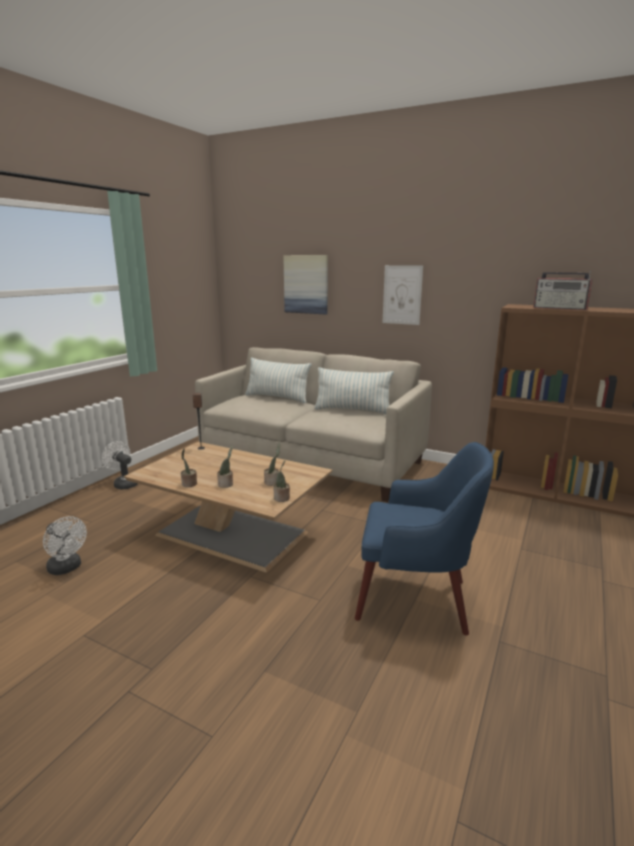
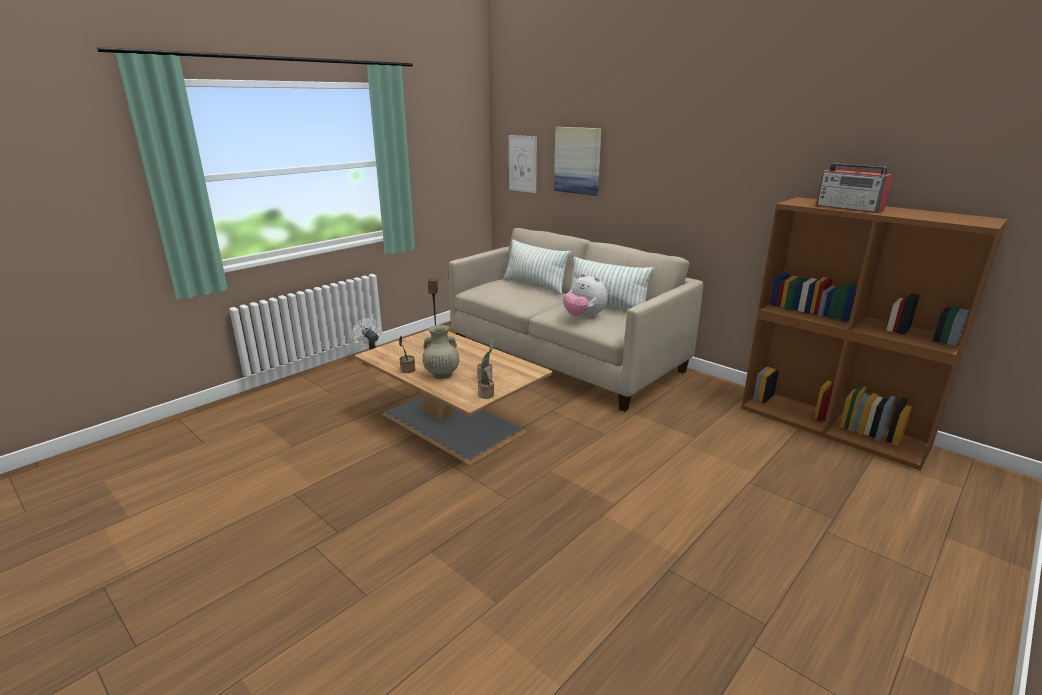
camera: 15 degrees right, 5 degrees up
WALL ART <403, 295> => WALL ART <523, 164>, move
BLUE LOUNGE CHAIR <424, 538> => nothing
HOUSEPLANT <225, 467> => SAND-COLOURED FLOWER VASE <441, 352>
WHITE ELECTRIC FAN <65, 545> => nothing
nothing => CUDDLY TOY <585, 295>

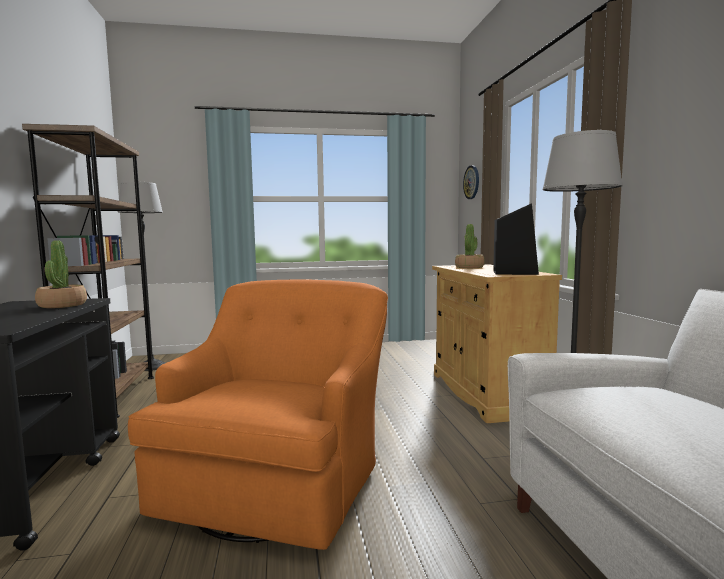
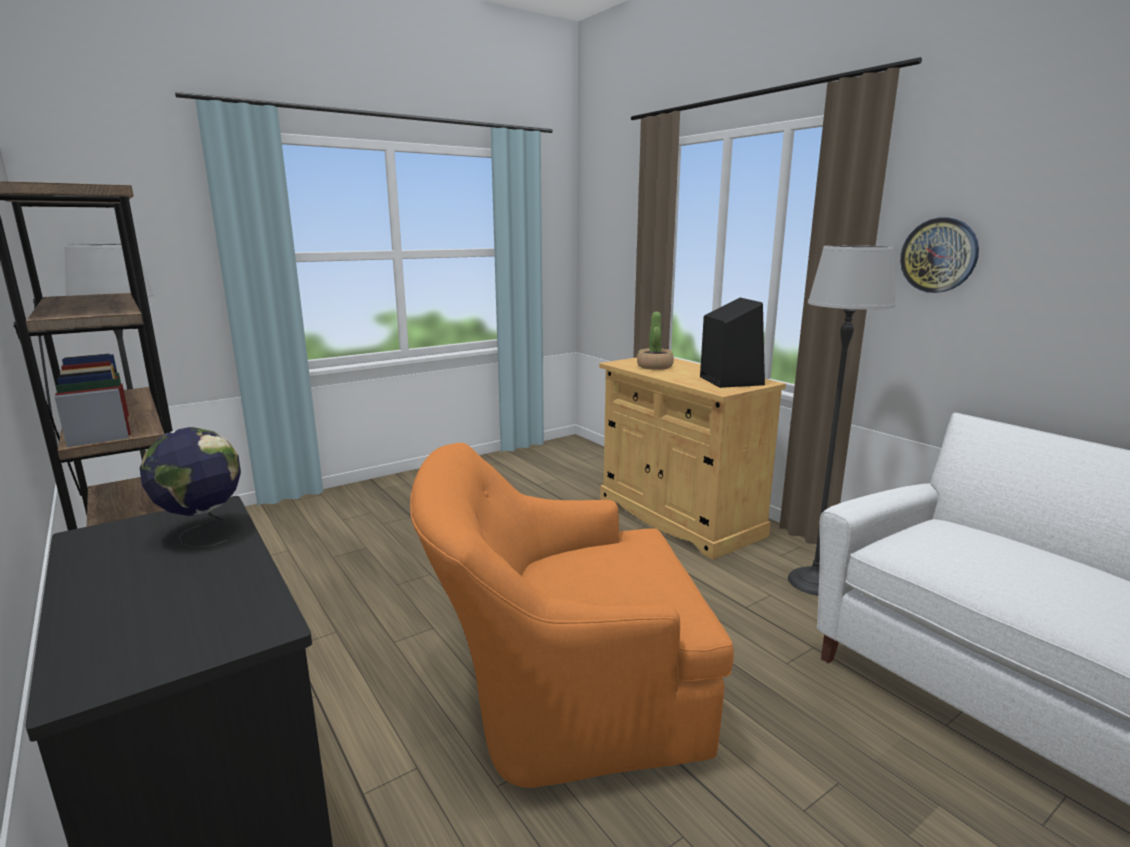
camera: 25 degrees left, 10 degrees up
HANGING CLOCK <471, 182> => HANGING CLOCK <939, 255>, move
HOUSEPLANT <61, 274> => WORLD GLOBE <190, 487>
ORANGE-COLOURED LOUNGE CHAIR <258, 415> => ORANGE-COLOURED LOUNGE CHAIR <572, 615>, 90 degrees counterclockwise

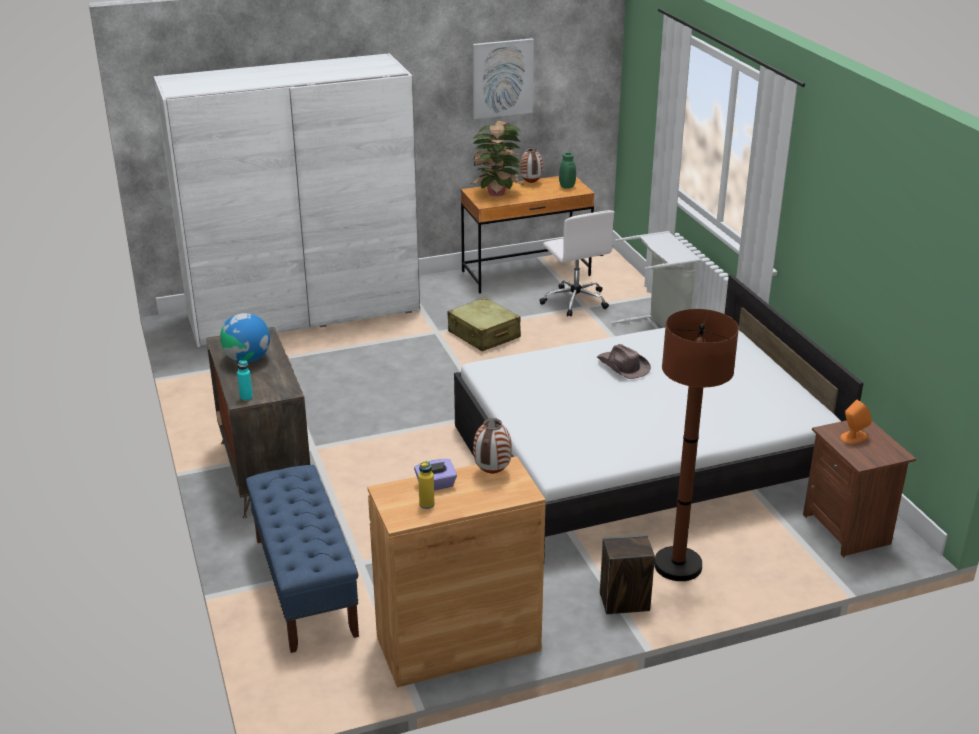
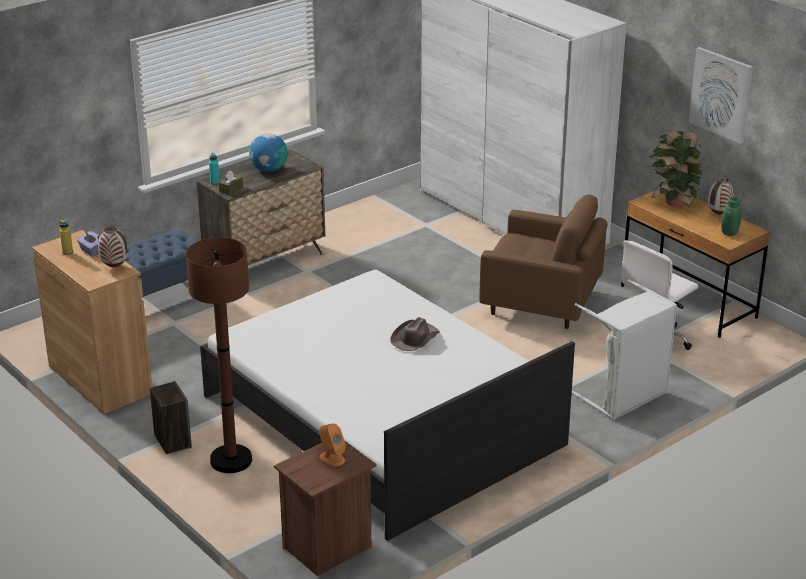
camera: 70 degrees right, 0 degrees up
SAND-COLOURED SUITCASE <484, 324> => BROWN LOUNGE CHAIR <543, 262>
nothing => BROWN TISSUE BOX <231, 182>

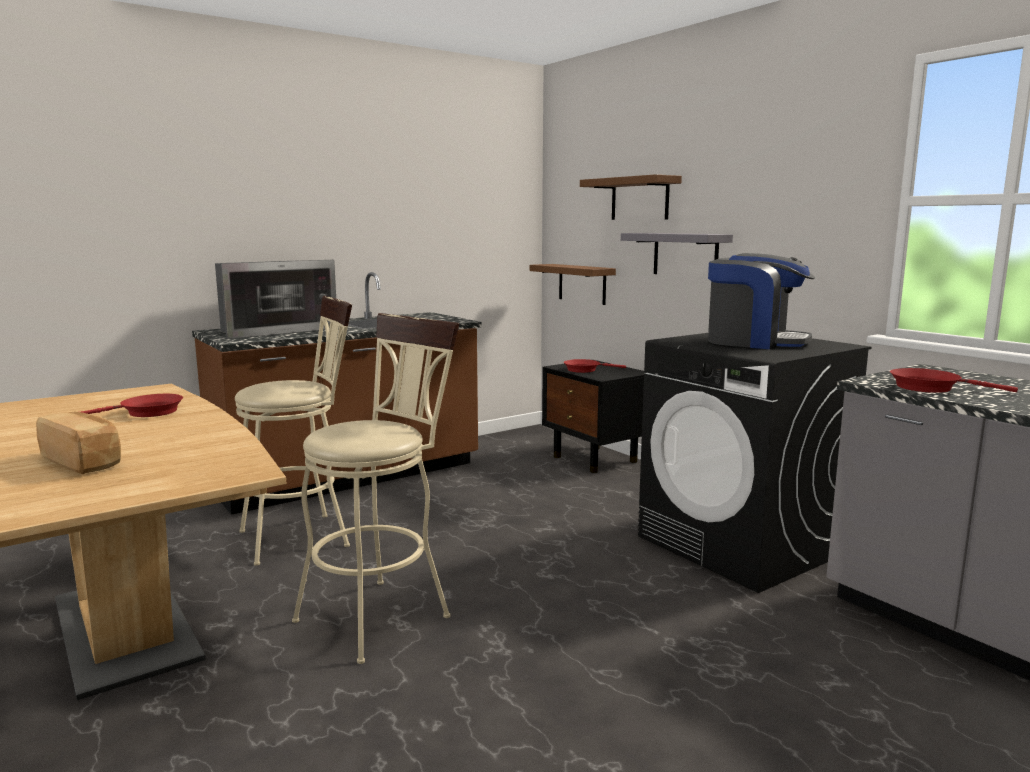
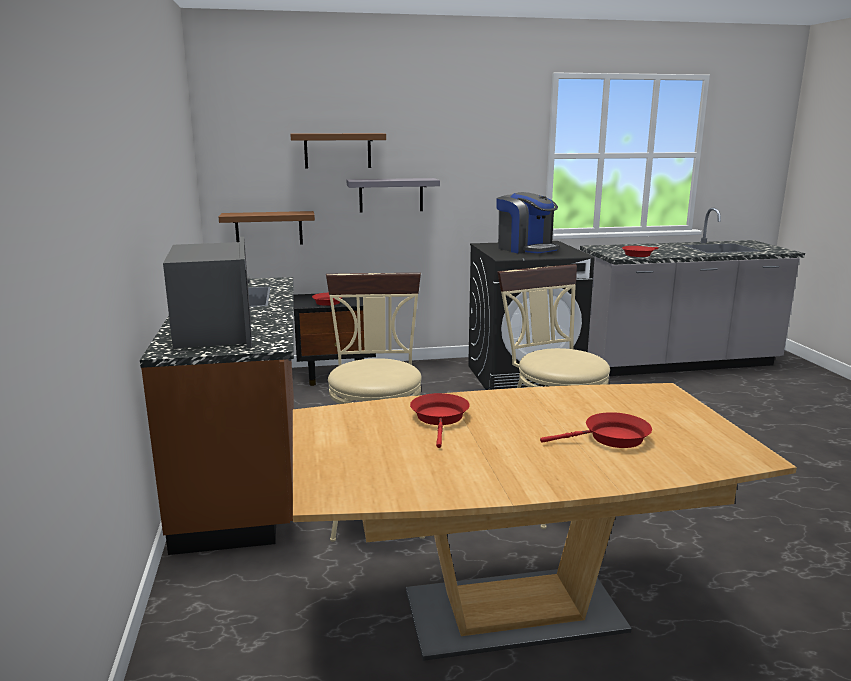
camera: 65 degrees left, 5 degrees up
COFFEE MAKER <761, 301> => COFFEE MAKER <528, 223>, 90 degrees clockwise
BAKED BREAD <78, 443> => RED SKILLET <596, 430>

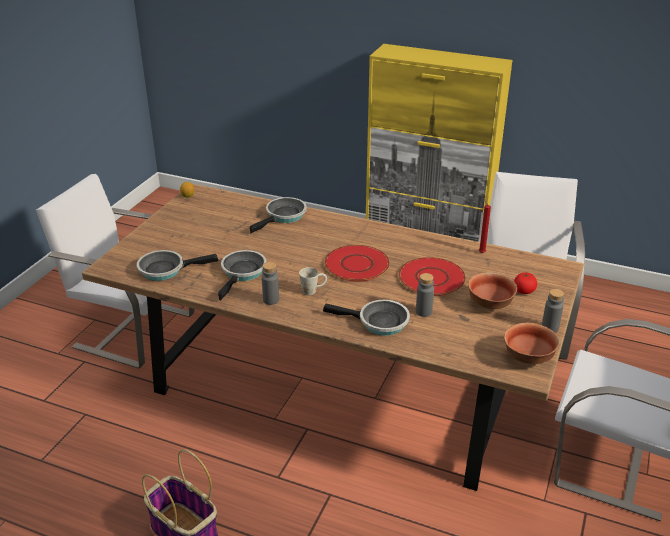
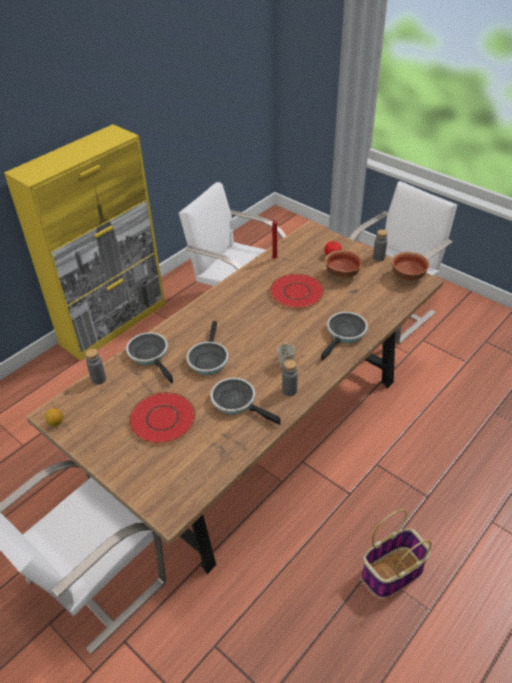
camera: 70 degrees left, 10 degrees up
RED PLATE <357, 263> => RED PLATE <162, 418>, move
SKILLET <178, 265> => SKILLET <207, 348>, move
GREYISH BEVERAGE BOTTLE <425, 295> => GREYISH BEVERAGE BOTTLE <95, 367>, move

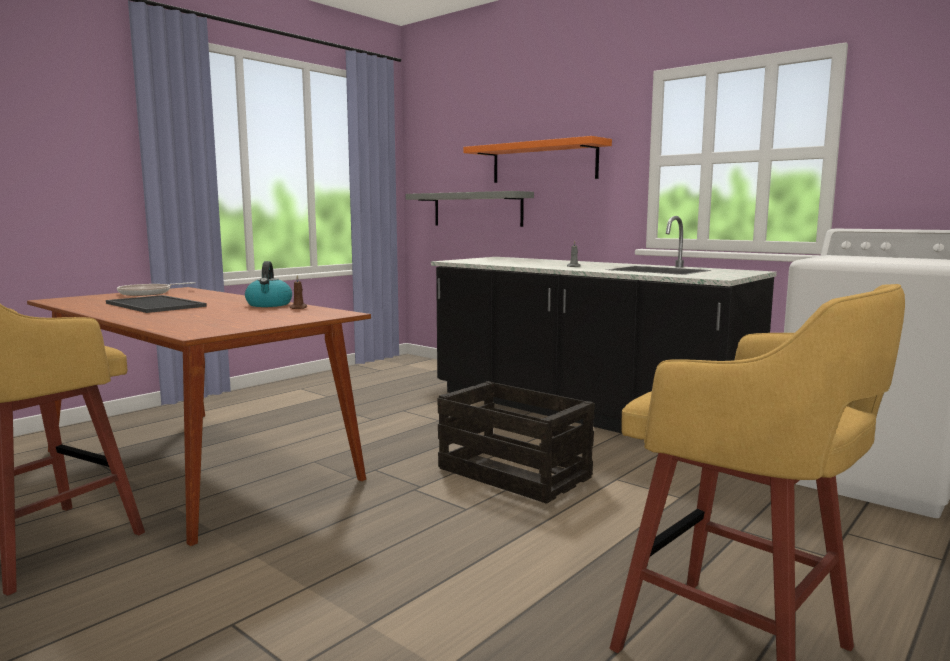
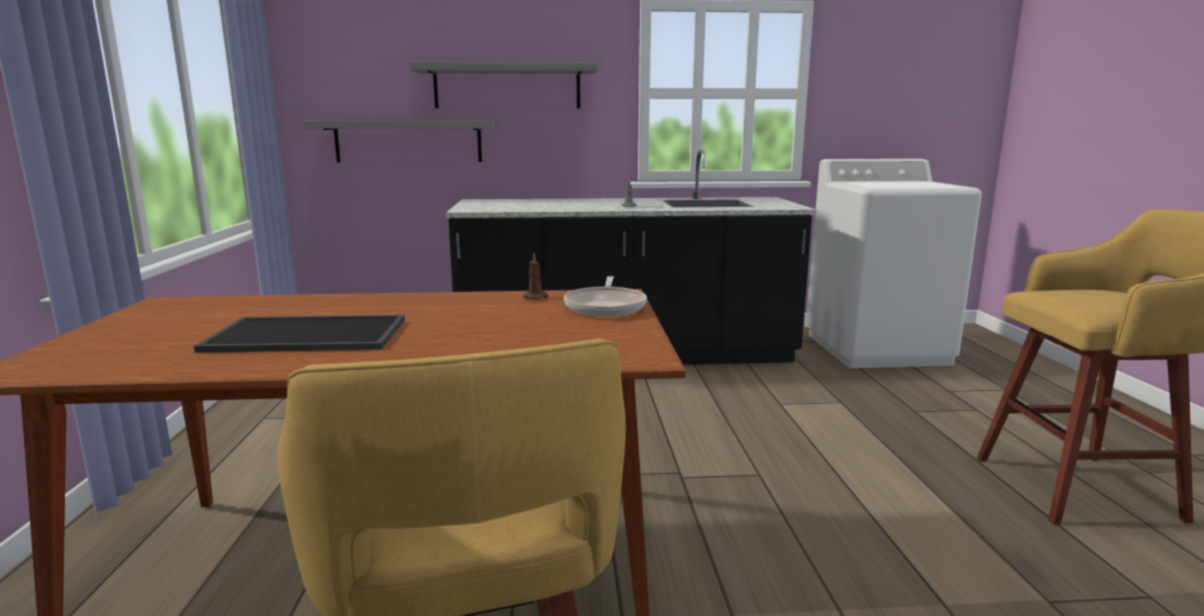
camera: 45 degrees left, 5 degrees up
ORANGE-COLOURED SHELF <537, 159> => GREYISH SHELF <503, 85>
KETTLE <268, 284> => nothing
SKILLET <156, 289> => SKILLET <605, 296>, move
SHIPPING CRATE <516, 442> => nothing

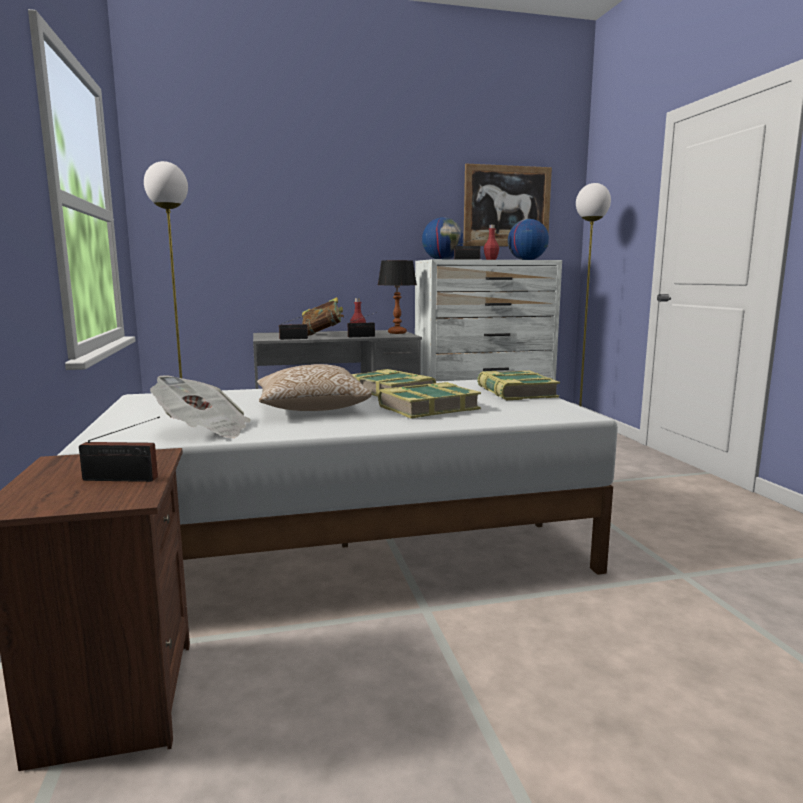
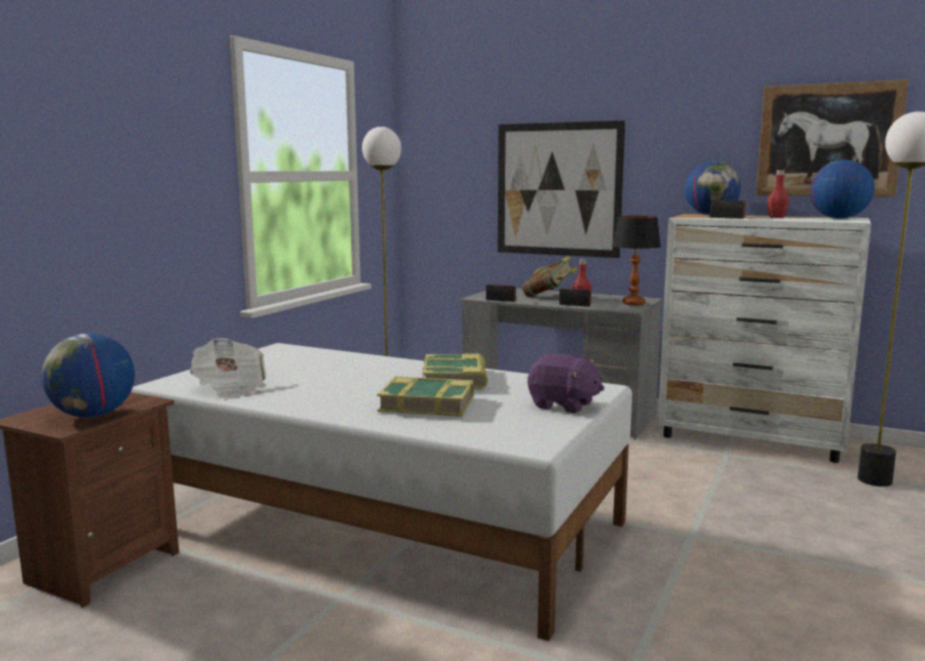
camera: 40 degrees right, 0 degrees up
THROW PILLOW <314, 387> => nothing
BOOK <518, 386> => PURPLE CUDDLY TOY <566, 383>
RADIO SET <119, 449> => WORLD GLOBE <88, 375>
nothing => WALL ART <561, 189>

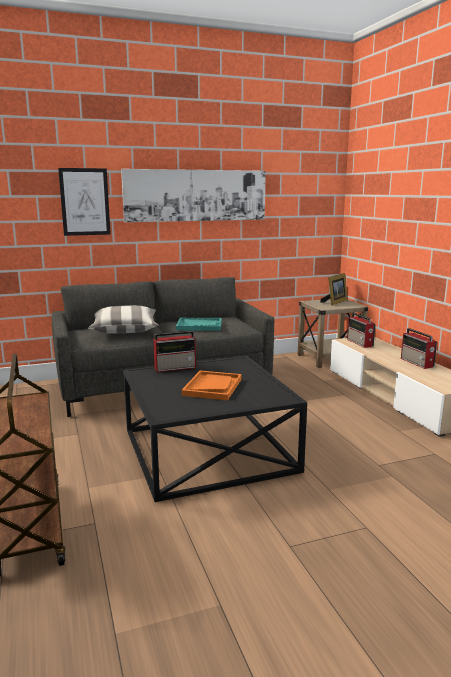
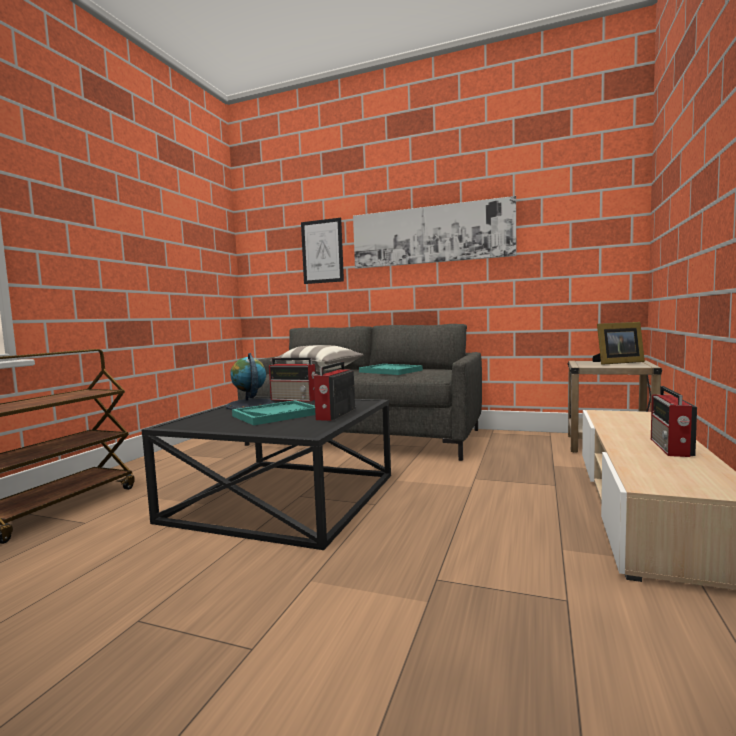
camera: 40 degrees right, 10 degrees down
RADIO SET <361, 330> => RADIO SET <334, 391>, move
ORANGE-COLOURED CARRYING TRAY <212, 385> => TURQUOISE CARRYING TRAY <273, 413>
nothing => WORLD GLOBE <250, 381>

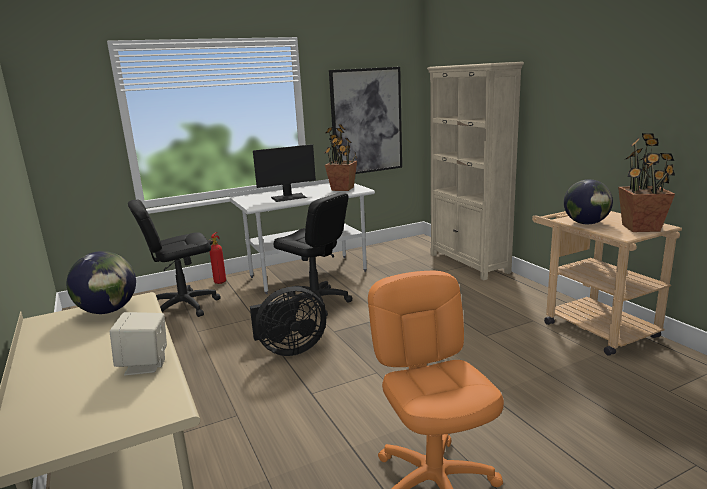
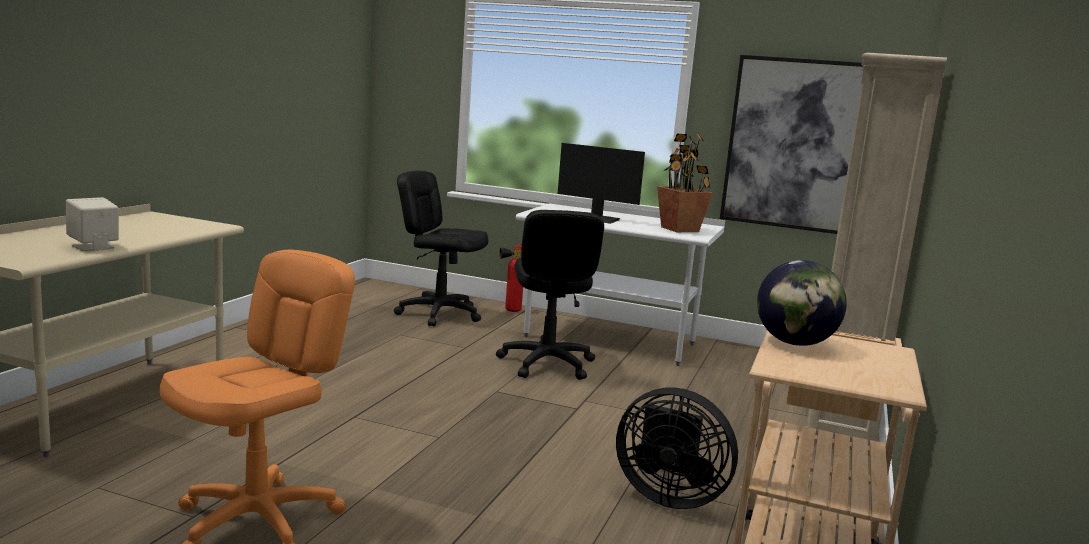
camera: 45 degrees right, 5 degrees down
HOUSEPLANT <646, 182> => nothing
WORLD GLOBE <101, 282> => nothing
BLACK ELECTRIC FAN <288, 321> => BLACK ELECTRIC FAN <677, 448>, move

